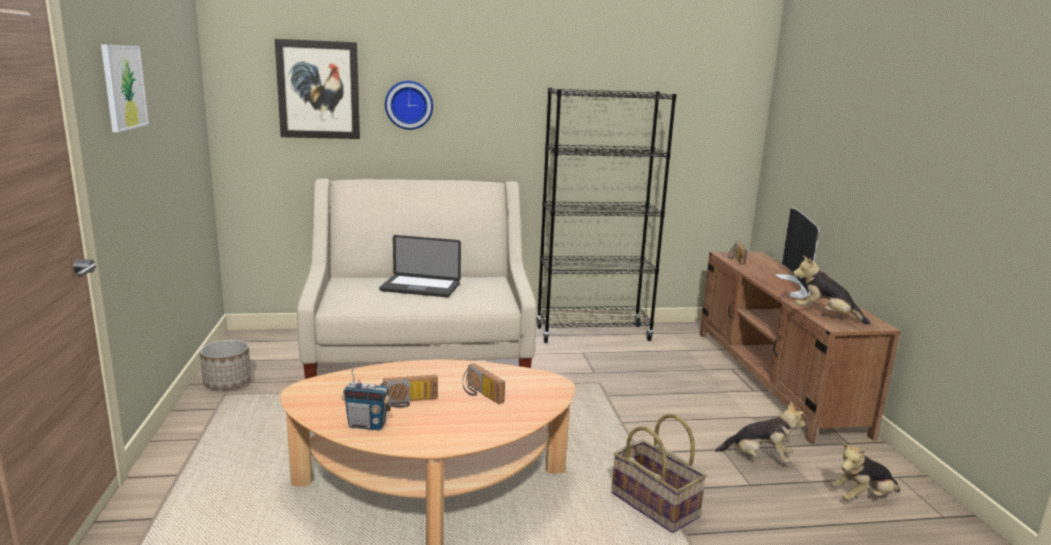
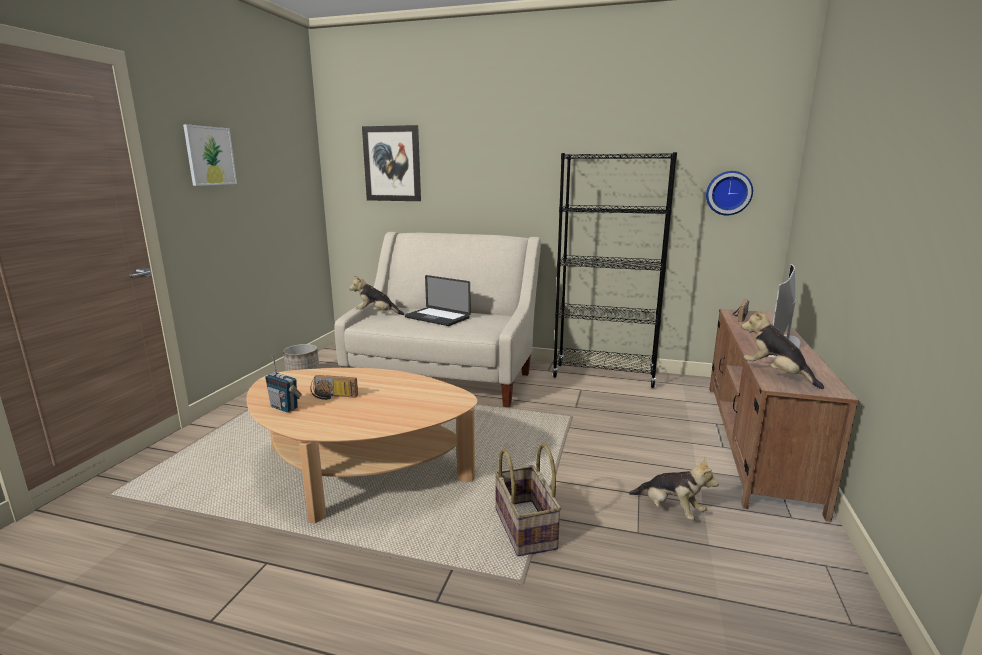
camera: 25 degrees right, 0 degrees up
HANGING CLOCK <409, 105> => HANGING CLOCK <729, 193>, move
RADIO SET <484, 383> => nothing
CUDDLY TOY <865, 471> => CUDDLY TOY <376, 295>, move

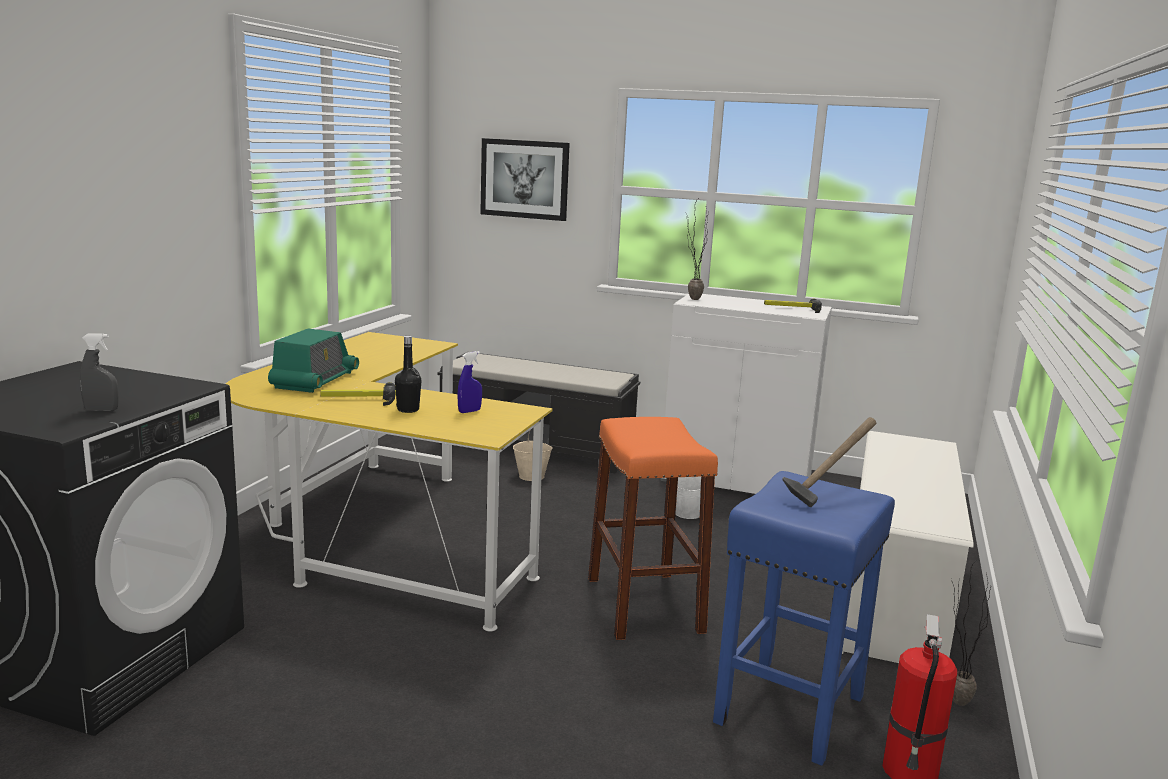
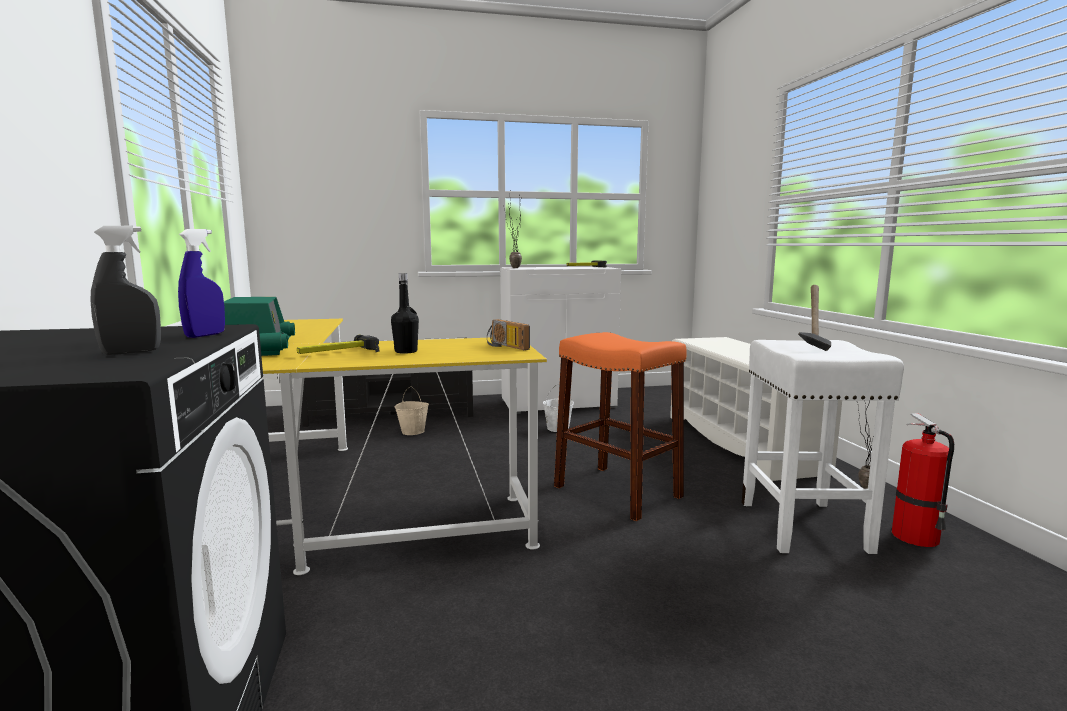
camera: 30 degrees left, 5 degrees down
WALL ART <525, 179> => nothing
BLUE HAND SPRAYER <469, 382> => BLUE HAND SPRAYER <201, 283>, move
BLUE SITTING STOOL <804, 618> => WHITE SITTING STOOL <823, 447>
nothing => RADIO SET <508, 334>

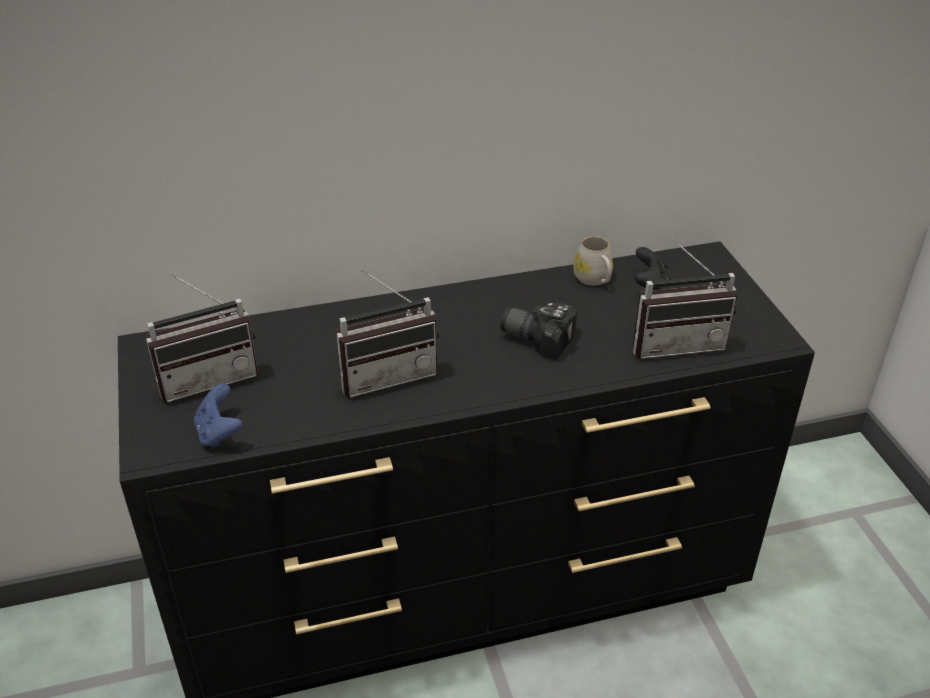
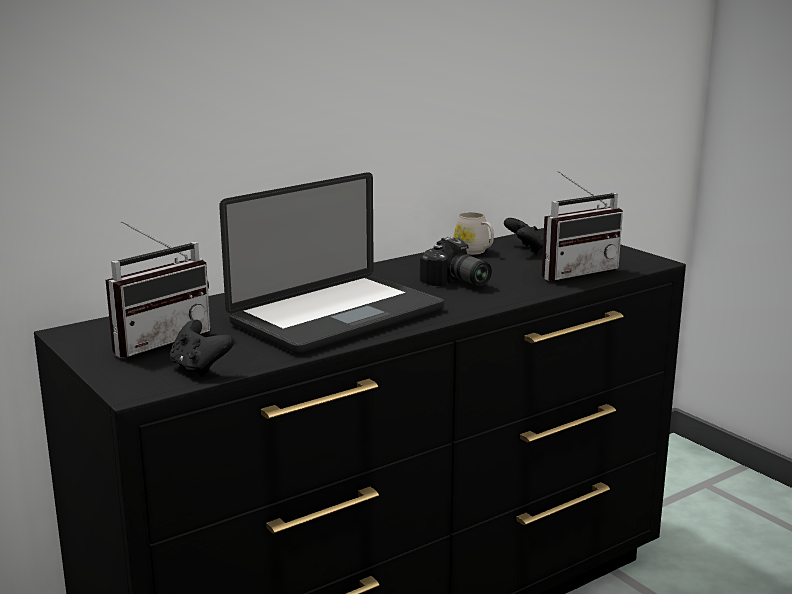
camera: 20 degrees left, 20 degrees down
RADIO SET <387, 334> => NOTEBOOK COMPUTER <331, 263>
PHOTO CAMERA <538, 331> => PHOTO CAMERA <456, 261>, 135 degrees counterclockwise
BLUE GAME CONTROLLER <218, 416> => BLACK GAME CONTROLLER <202, 348>

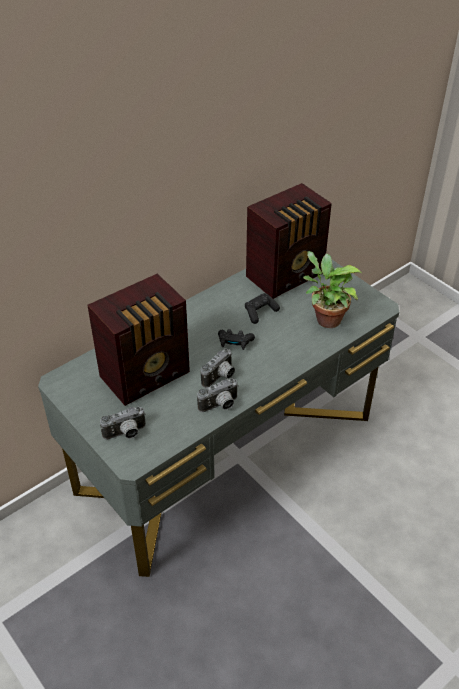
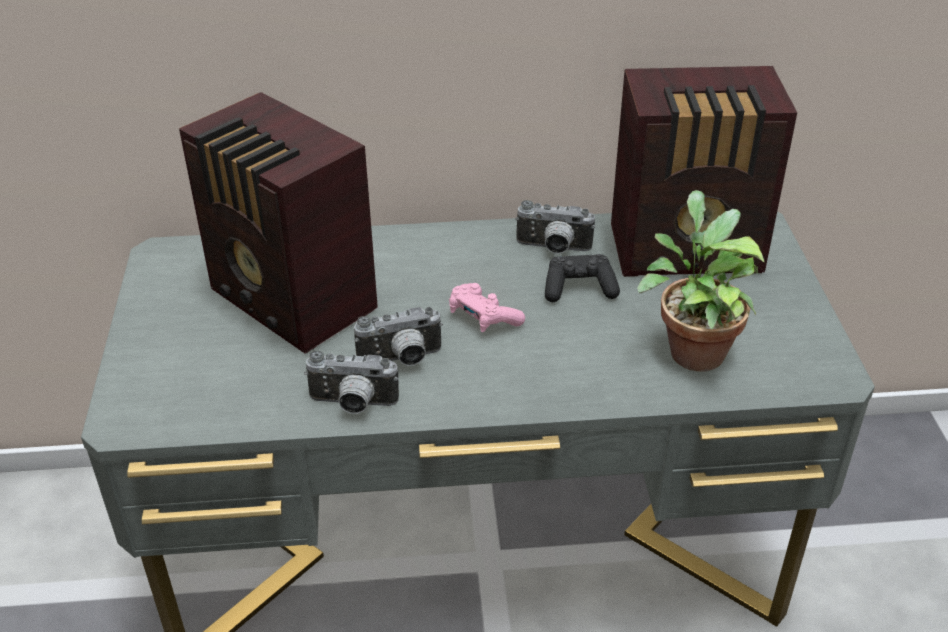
camera: 35 degrees right, 5 degrees down
RADIO SET <138, 340> => RADIO SET <278, 223>, 45 degrees clockwise
BLACK GAME CONTROLLER <236, 339> => PINKISH GAME CONTROLLER <487, 307>
PHOTO CAMERA <123, 423> => PHOTO CAMERA <555, 227>, move

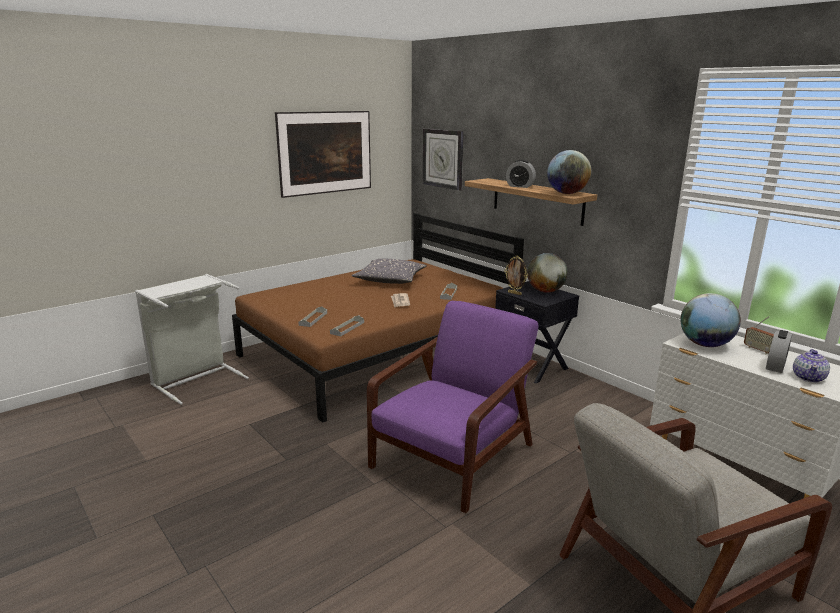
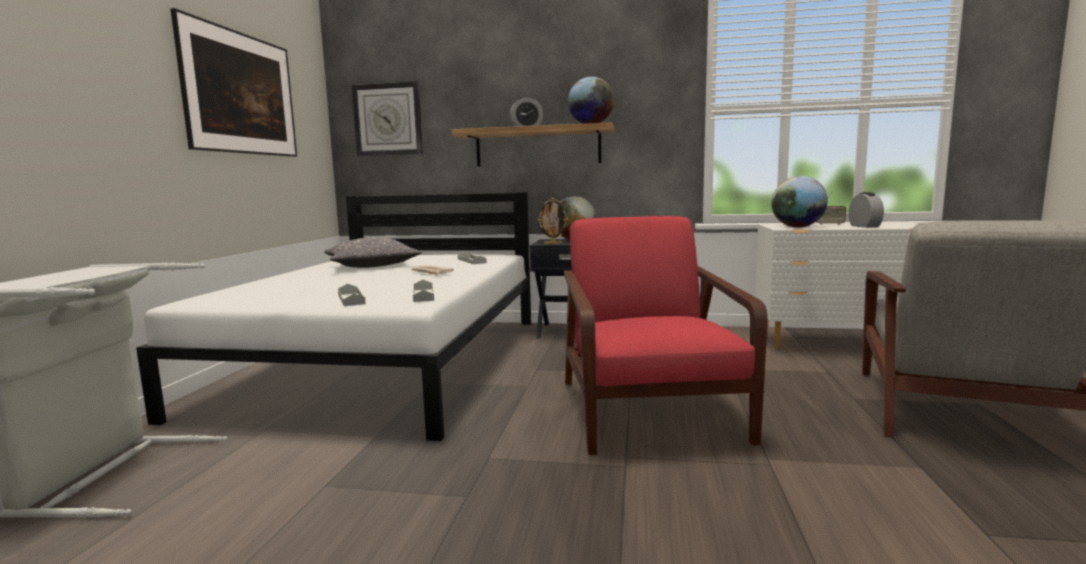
camera: 40 degrees left, 10 degrees down
BROWN BEDROOM BED <378, 318> => WHITE BEDROOM BED <333, 316>
PURPLE LOUNGE CHAIR <453, 407> => RED LOUNGE CHAIR <666, 335>
TEA POT <811, 366> => nothing

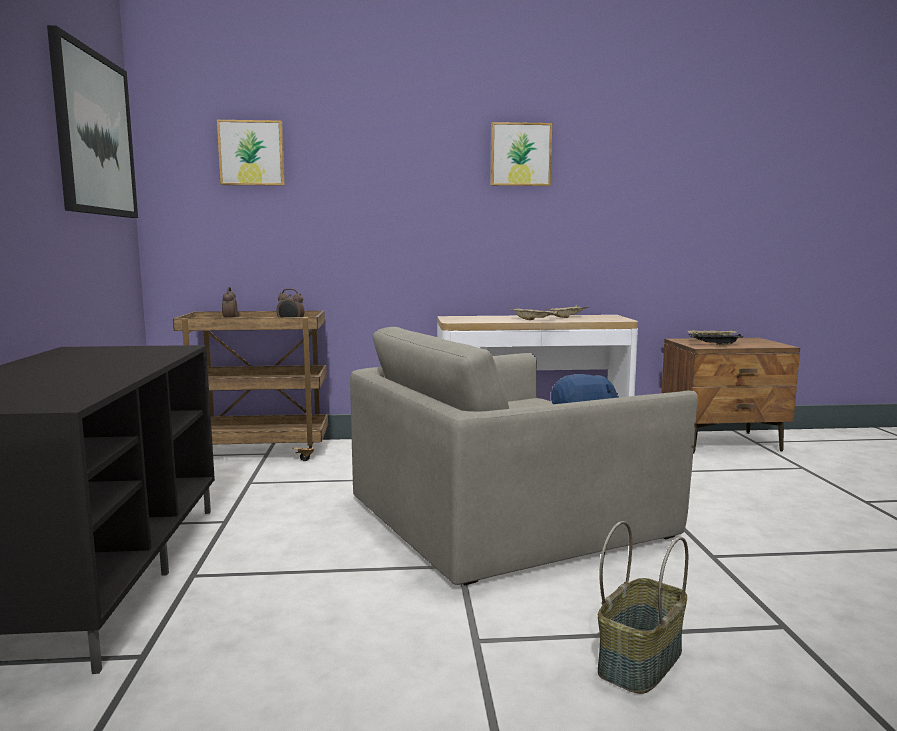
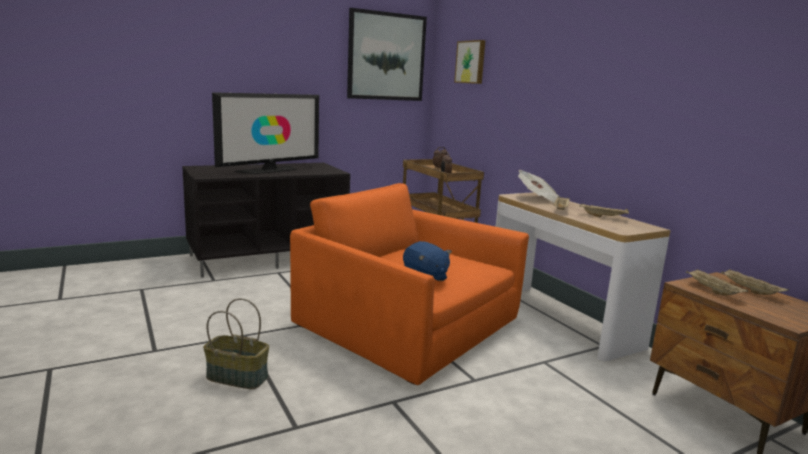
camera: 65 degrees right, 5 degrees up
WALL ART <521, 154> => nothing
GREYISH LOUNGE CHAIR <524, 456> => ORANGE-COLOURED LOUNGE CHAIR <409, 284>
BLACK CARRYING TRAY <716, 340> => SAND-COLOURED CARRYING TRAY <717, 282>
nothing => TV SET <265, 133>
nothing => NEWSPAPER <539, 186>

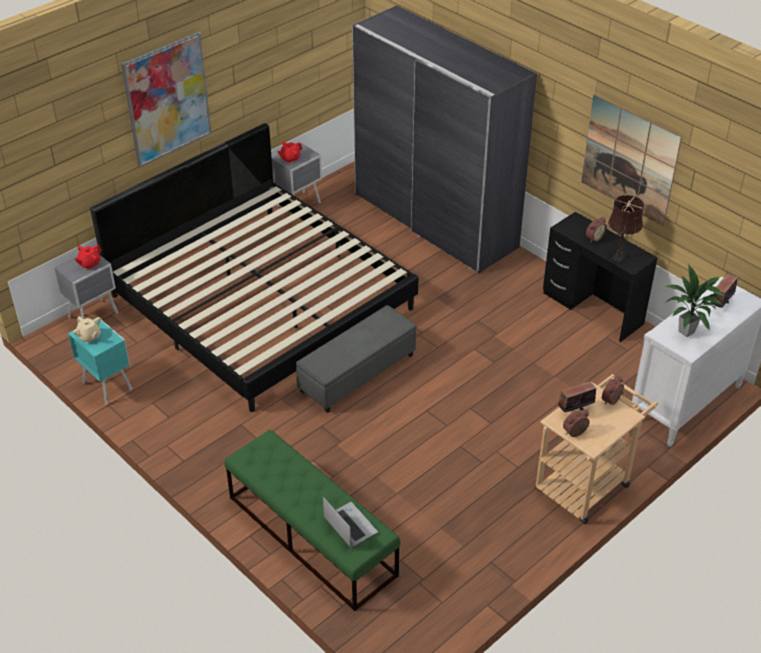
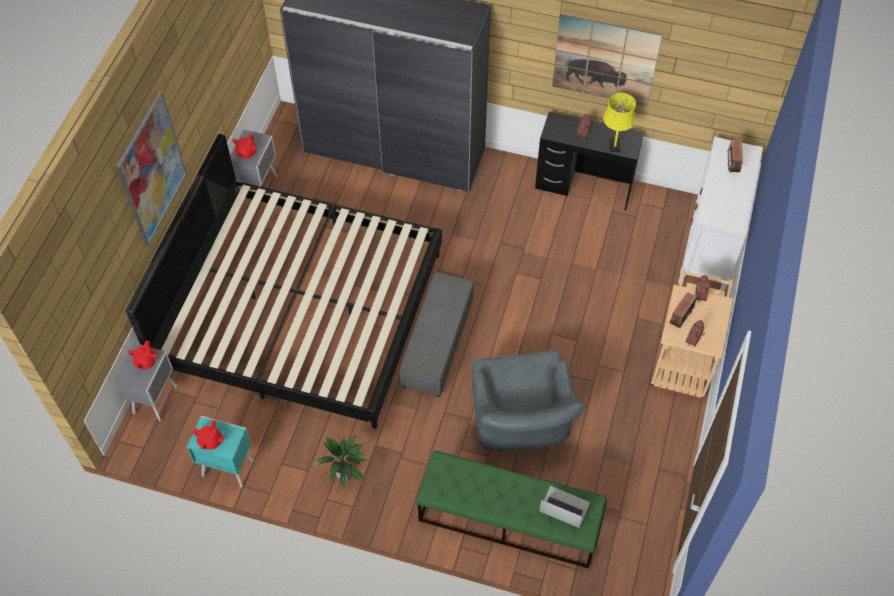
camera: 30 degrees left, 15 degrees up
BROWN TABLETOP LAMP <626, 229> => YELLOWISH TABLETOP LAMP <619, 122>
HOUSEPLANT <694, 300> => HOUSEPLANT <340, 462>, move
SAND-COLOURED TEA POT <87, 329> => RED TEA POT <208, 435>
nothing => GREYISH LOUNGE CHAIR <528, 401>

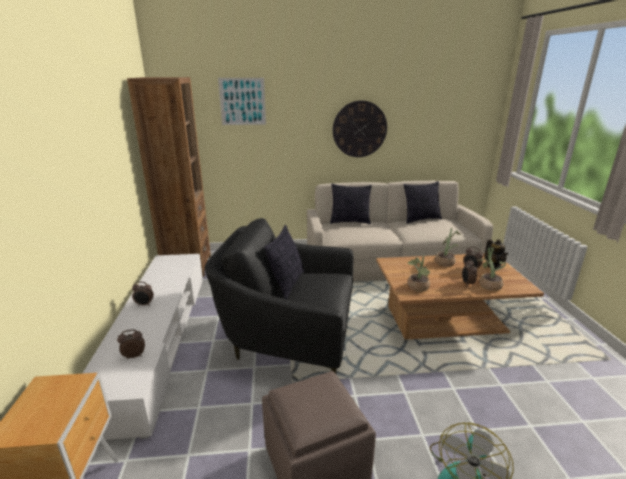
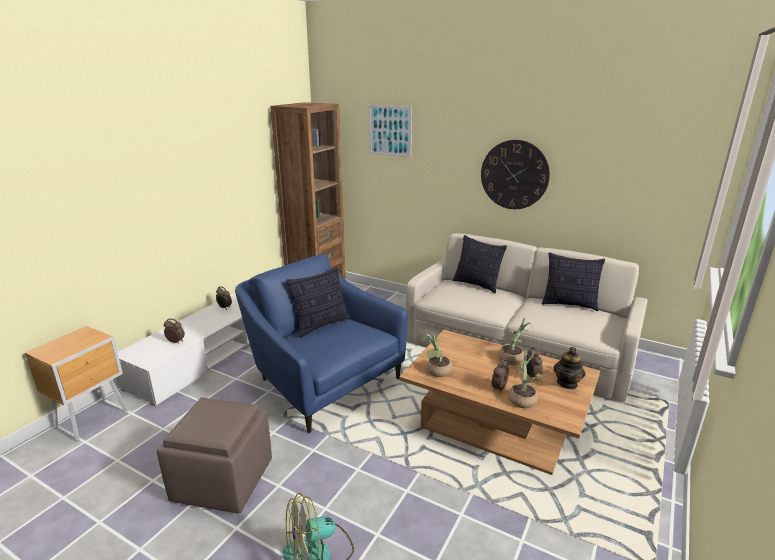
camera: 35 degrees right, 0 degrees up
BLACK LOUNGE CHAIR <279, 296> => BLUE LOUNGE CHAIR <321, 343>

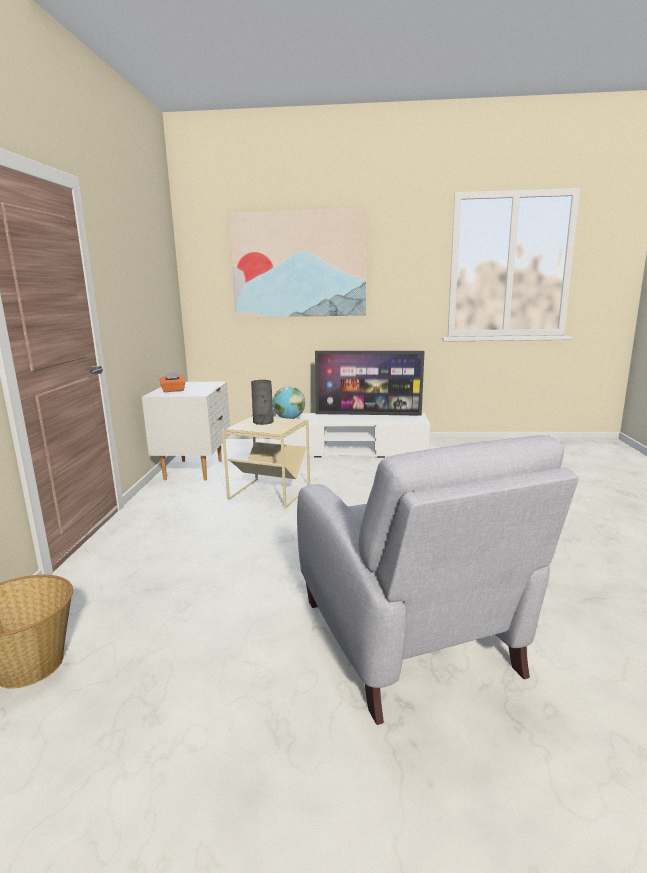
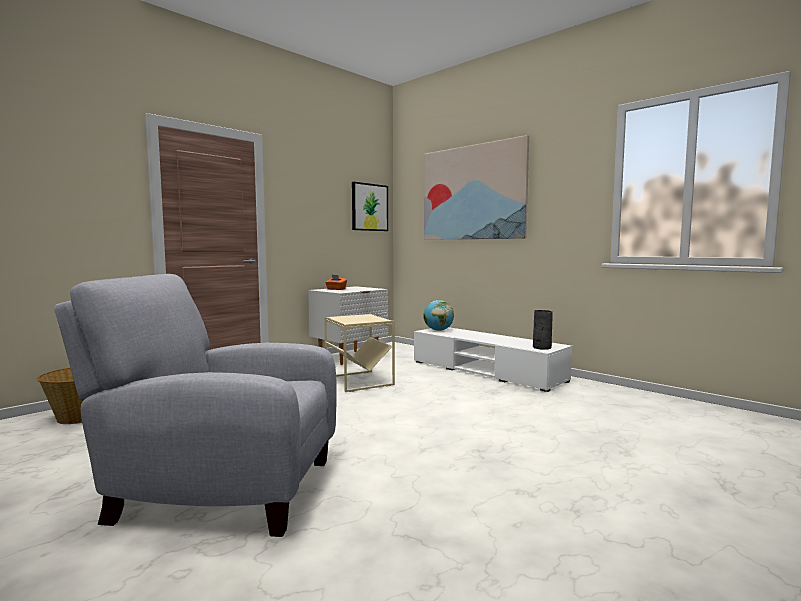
camera: 40 degrees right, 10 degrees down
TV SET <370, 383> => nothing
GREYISH FLOWER VASE <262, 402> => GREYISH FLOWER VASE <543, 330>, move
GREYISH LOUNGE CHAIR <438, 580> => GREYISH LOUNGE CHAIR <195, 405>, 75 degrees clockwise
nothing => WALL ART <370, 206>

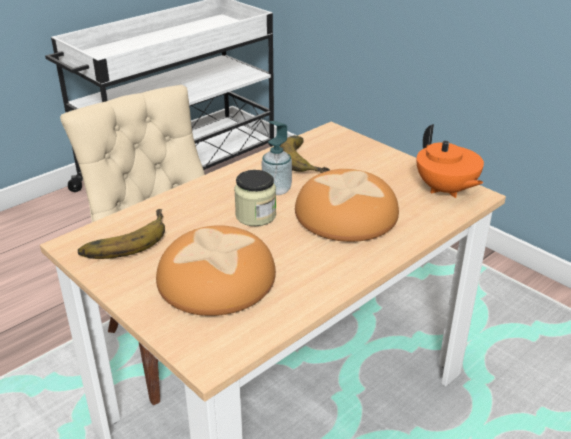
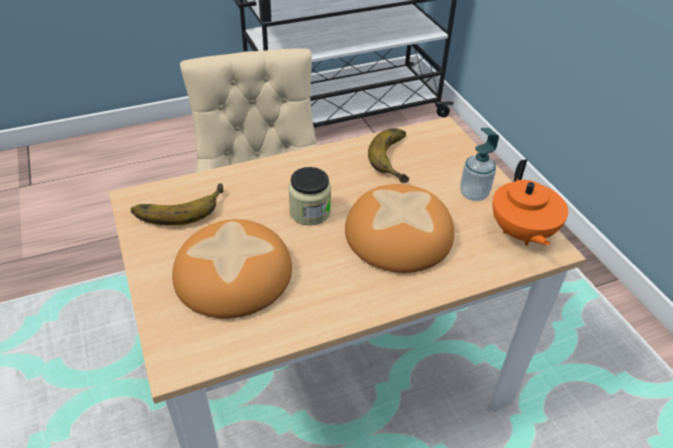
camera: 20 degrees right, 10 degrees up
SOAP DISPENSER <277, 158> => SOAP DISPENSER <479, 164>, move

